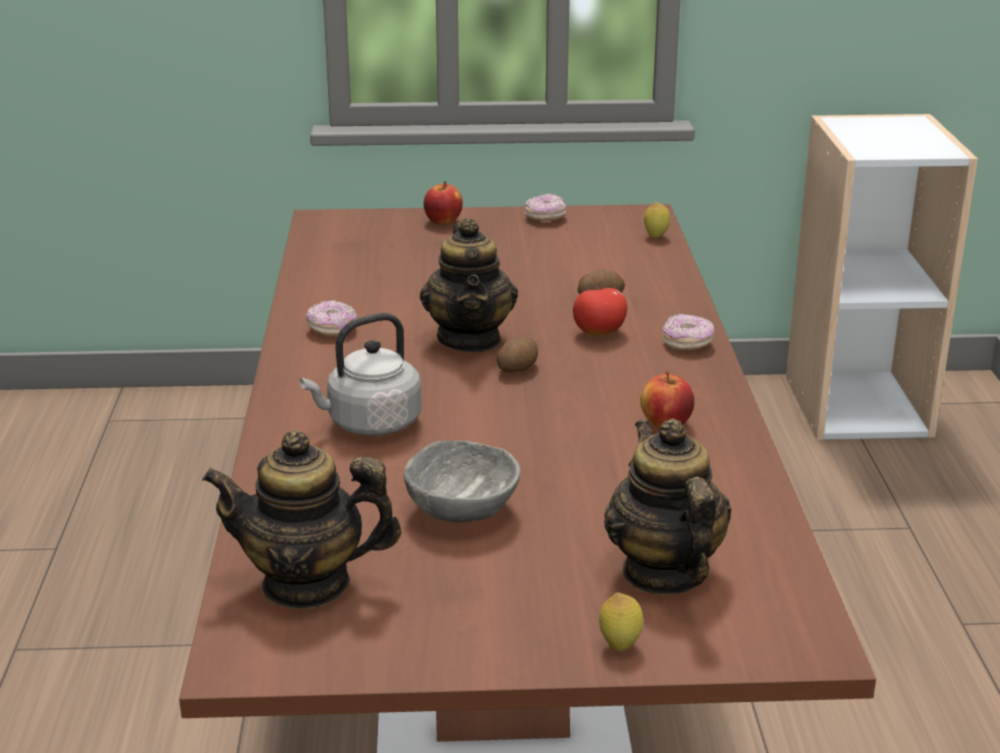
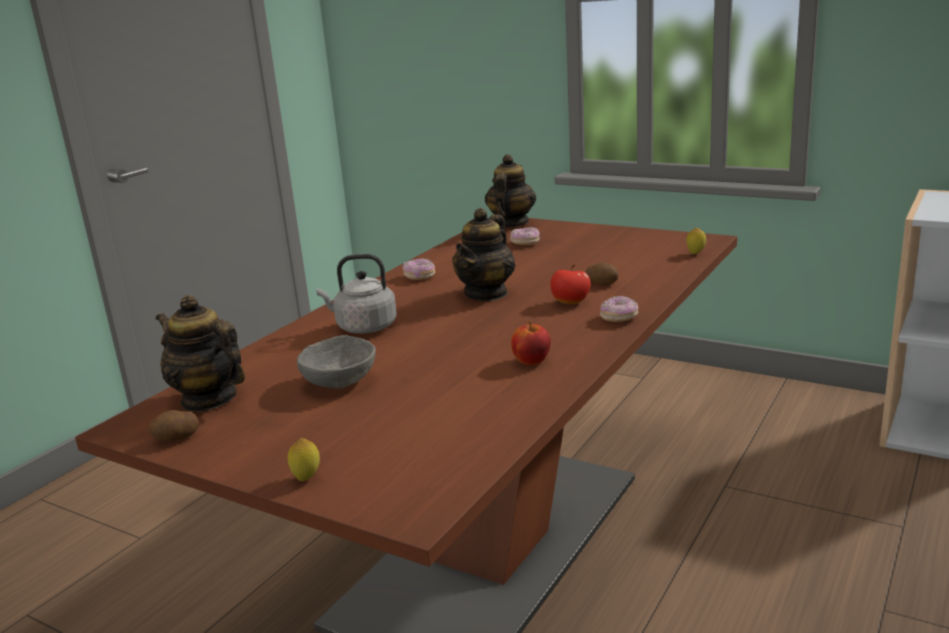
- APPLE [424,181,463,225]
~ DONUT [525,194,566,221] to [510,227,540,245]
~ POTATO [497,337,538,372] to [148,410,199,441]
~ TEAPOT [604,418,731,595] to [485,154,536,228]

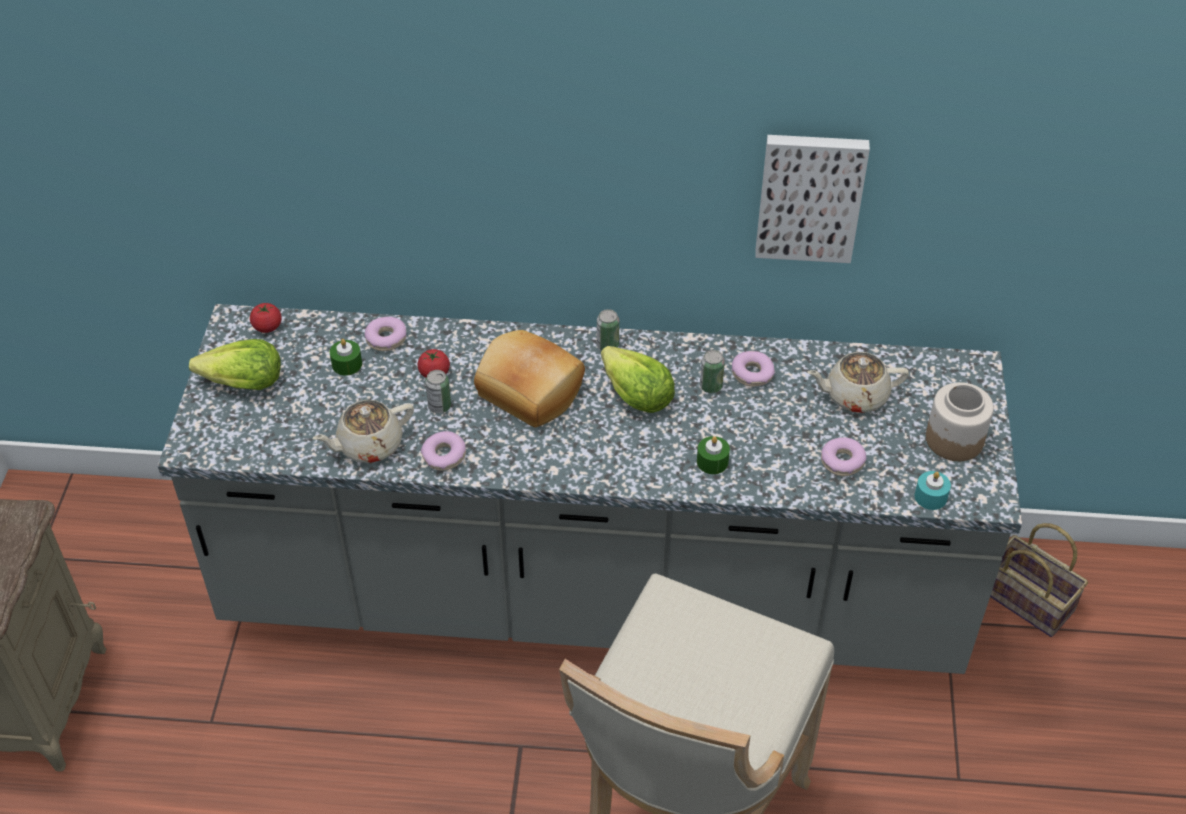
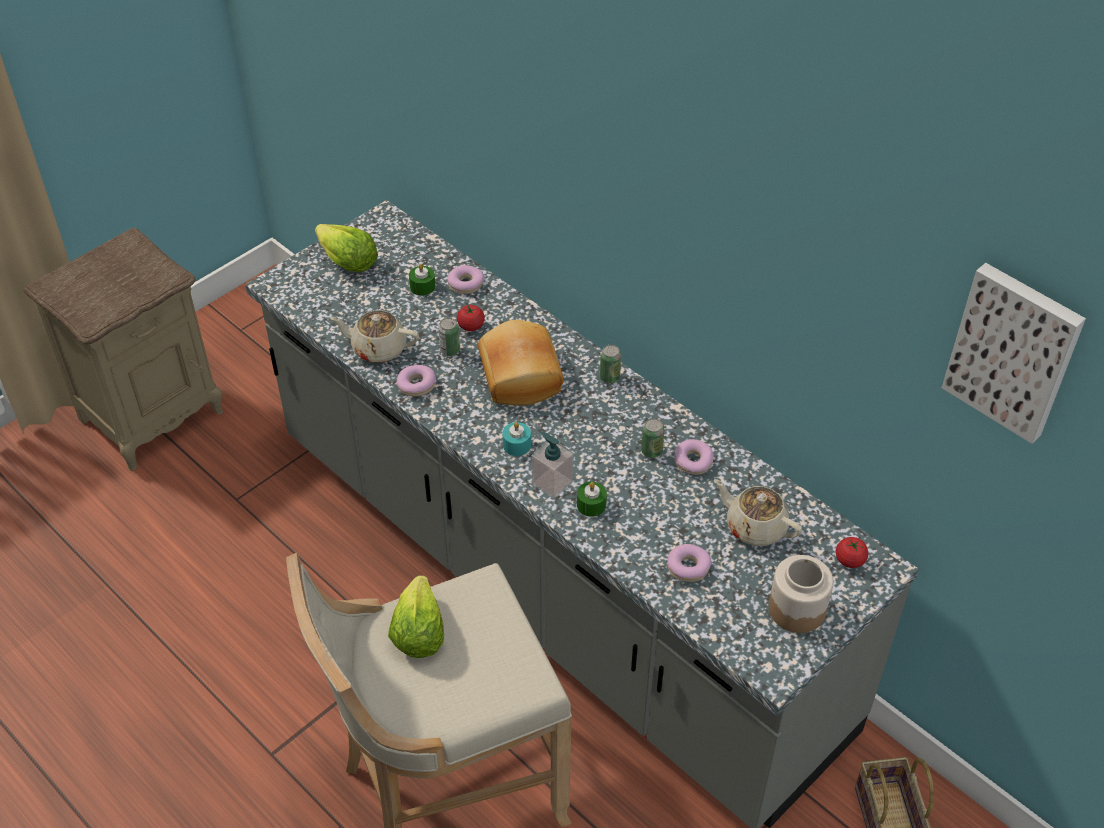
~ PICTURE [755,135,870,263] to [942,263,1086,444]
~ TOMATO [250,303,282,333] to [836,537,868,568]
~ LETTUCE [601,346,675,413] to [388,575,444,658]
~ TURQUOISE CANDLE [914,471,951,510] to [502,422,531,456]
+ SOAP DISPENSER [531,431,574,499]

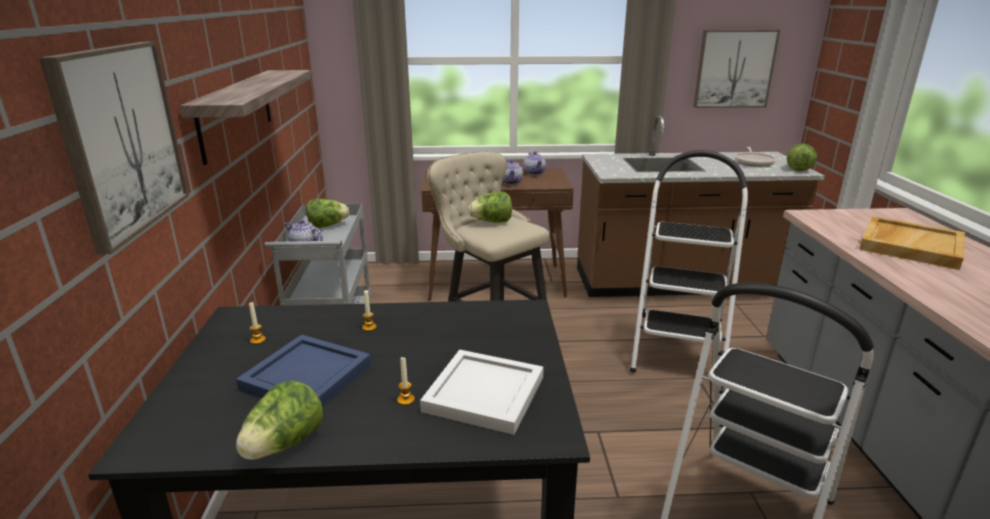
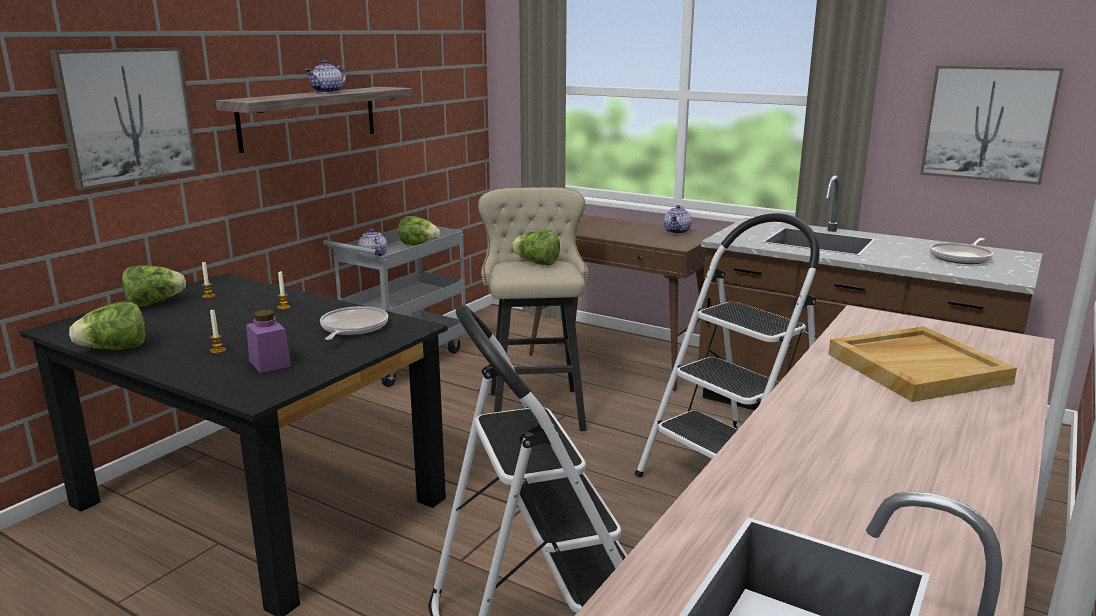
~ LETTUCE [787,144,817,171] to [122,265,186,307]
~ TEAPOT [502,160,523,185] to [305,60,346,93]
- BLUE TRAY [236,335,371,407]
~ WHITE TRAY [420,349,544,435] to PURPLE JAR [246,310,291,373]
+ FRYING PAN [320,306,388,340]

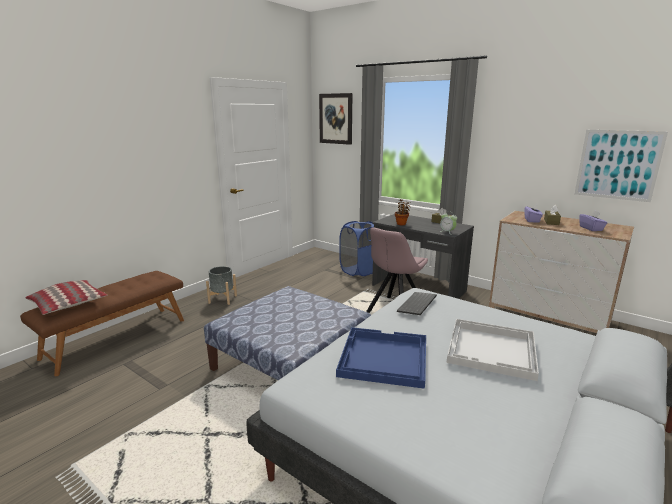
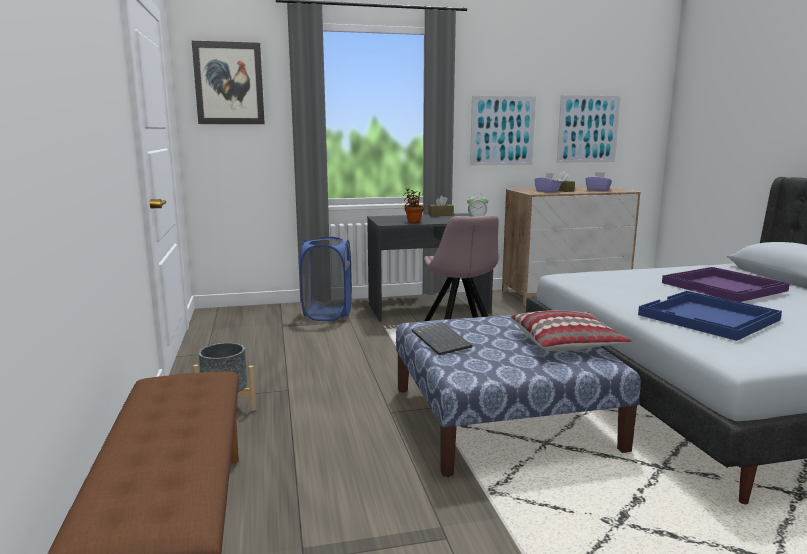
~ PILLOW [25,280,107,315] to [511,310,632,351]
~ KEYBOARD [397,292,437,315] to [411,322,472,355]
~ WHITE TRAY [447,319,539,381] to PURPLE TRAY [662,267,790,302]
+ PICTURE [470,96,536,165]

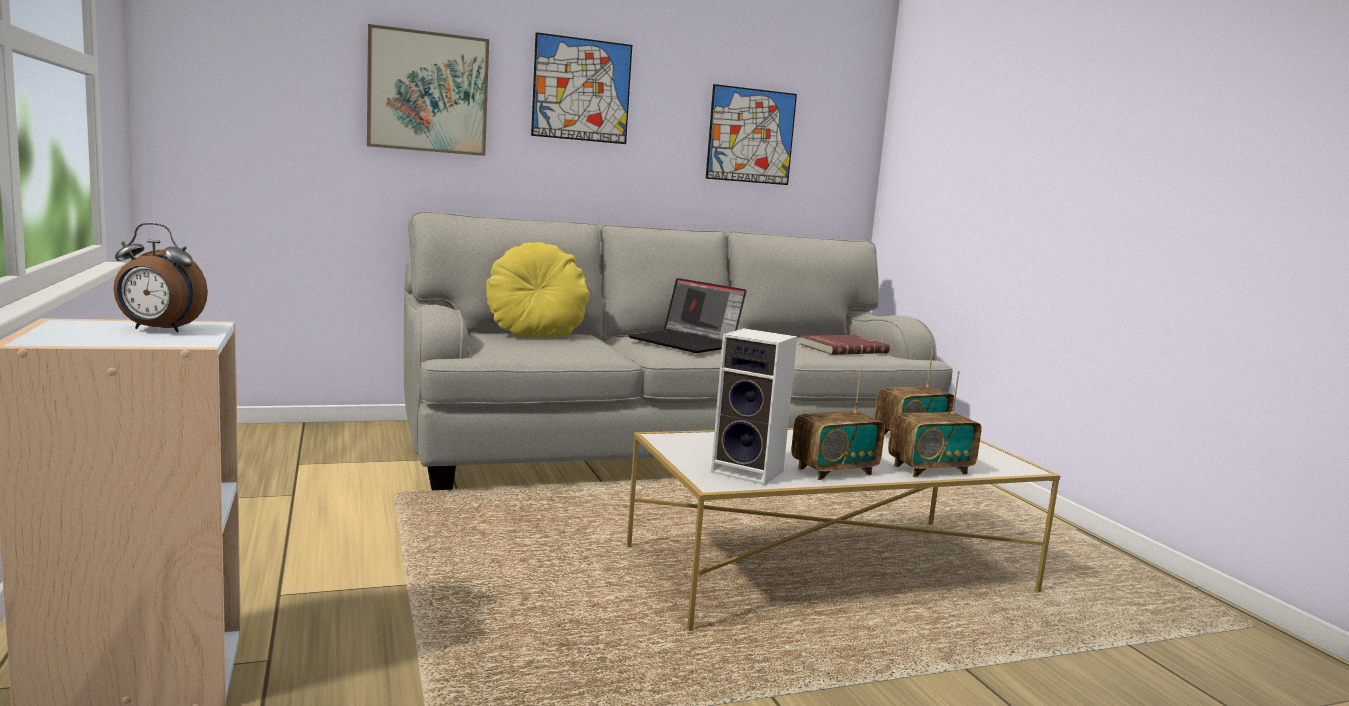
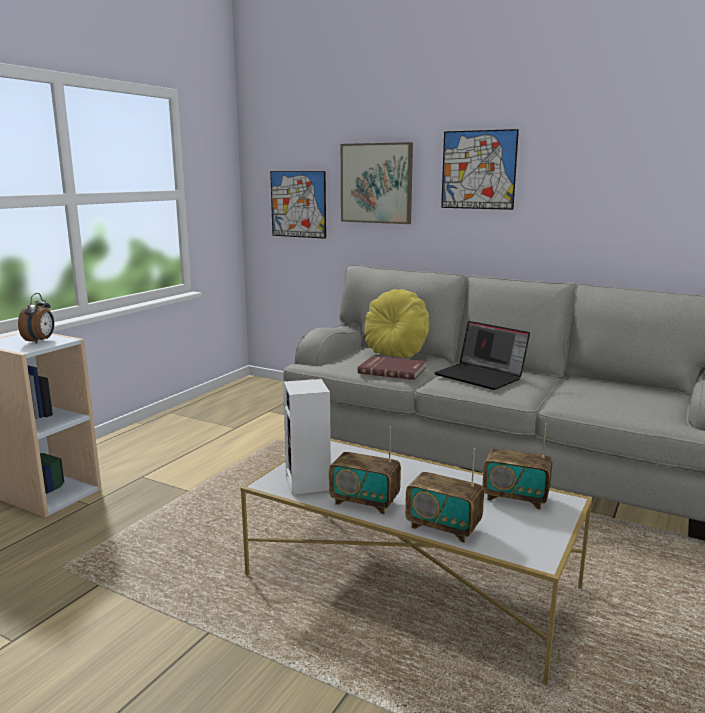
~ PICTURE [706,84,797,185] to [270,171,326,239]
~ ALARM CLOCK [114,223,208,332] = [18,293,54,344] 135 degrees counterclockwise
~ LAPTOP [628,278,746,353] = [434,321,530,390] 45 degrees counterclockwise
~ RED BOOK [799,335,890,355] to [358,356,426,380]

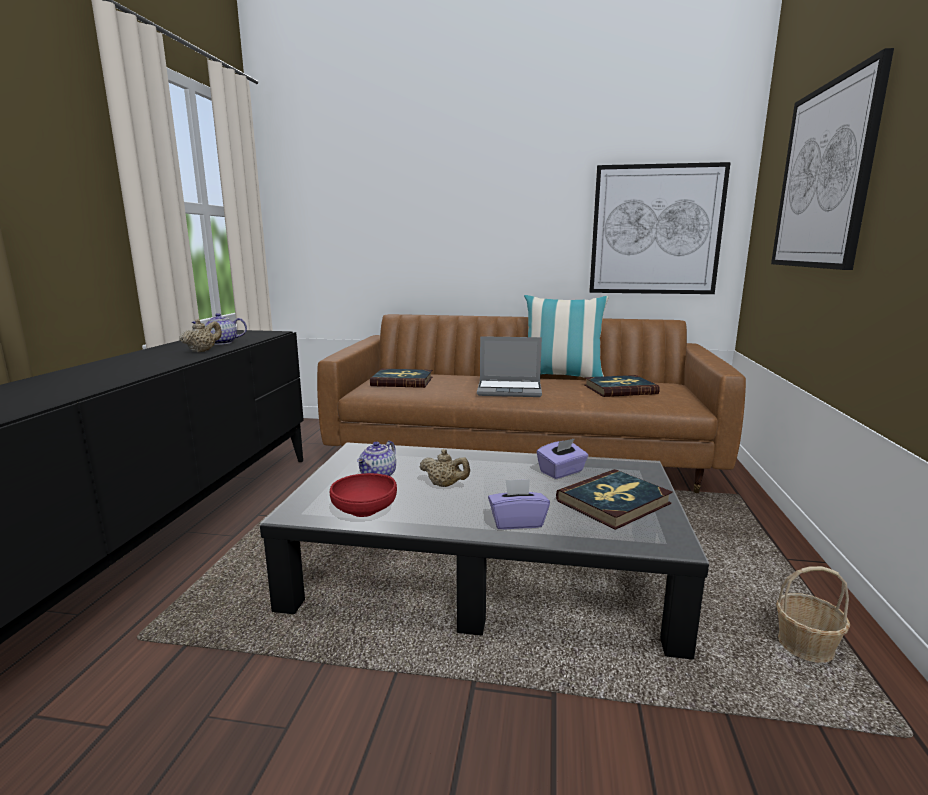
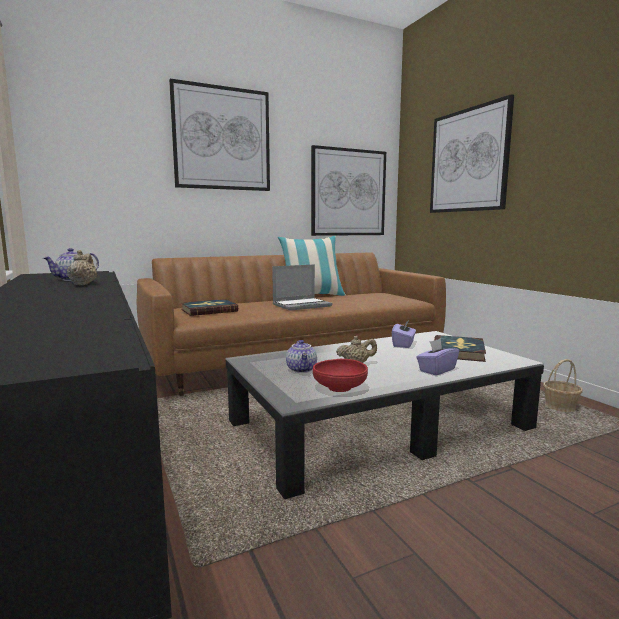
- BOOK [585,375,660,397]
+ PICTURE [169,79,270,191]

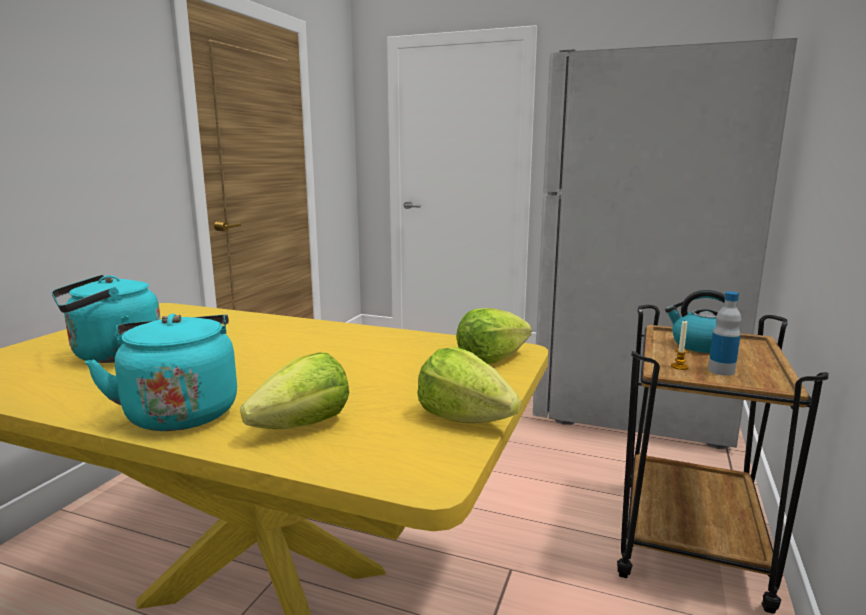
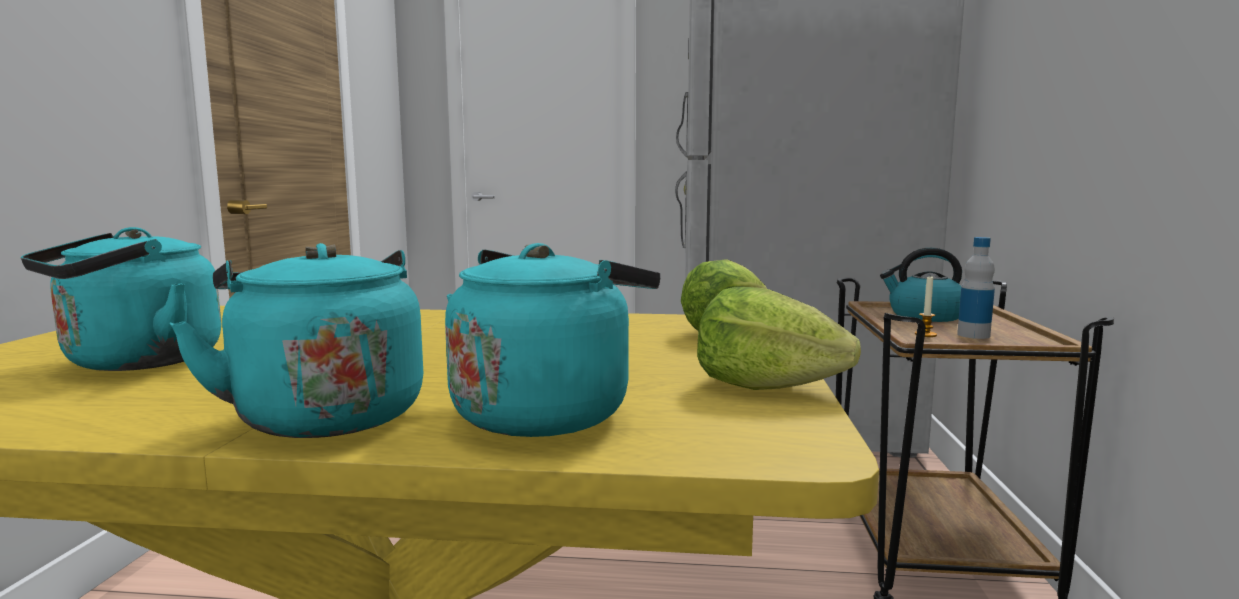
~ LETTUCE [240,352,349,429] to TURQUOISE KETTLE [445,243,660,437]

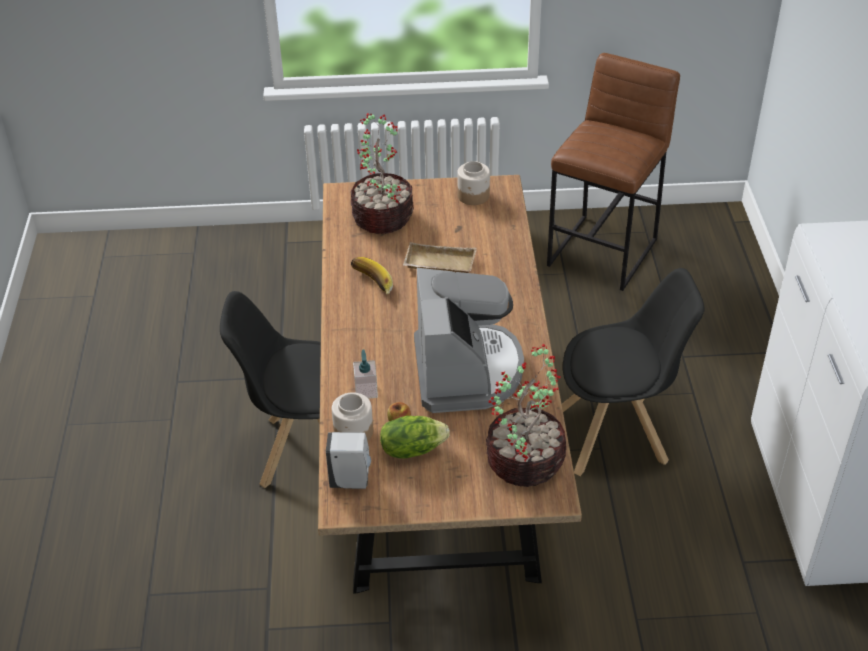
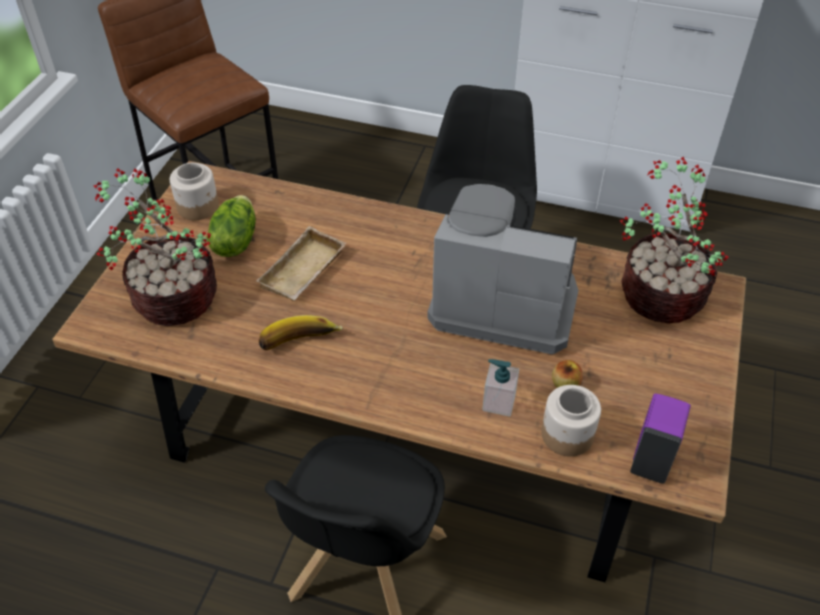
~ LETTUCE [380,416,450,458] to [206,195,256,257]
~ WHITE SOAP DISPENSER [326,432,371,489] to PURPLE SOAP DISPENSER [630,394,691,484]

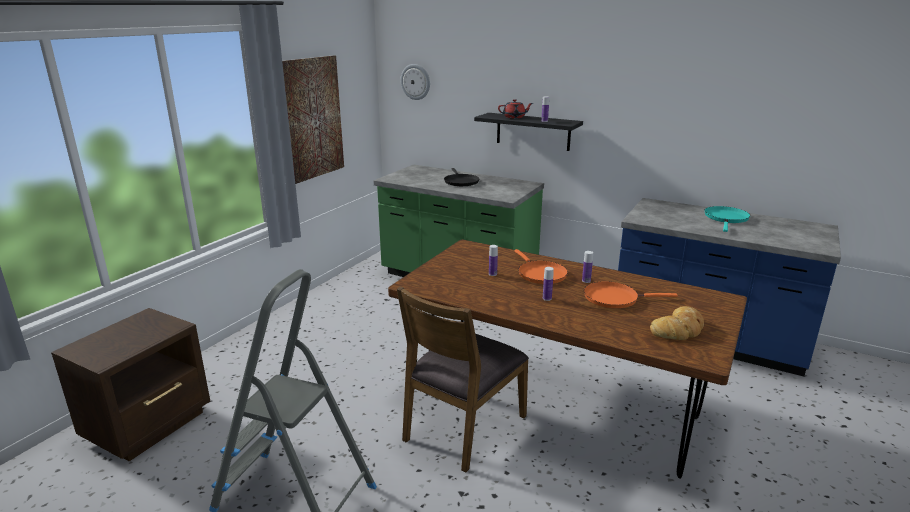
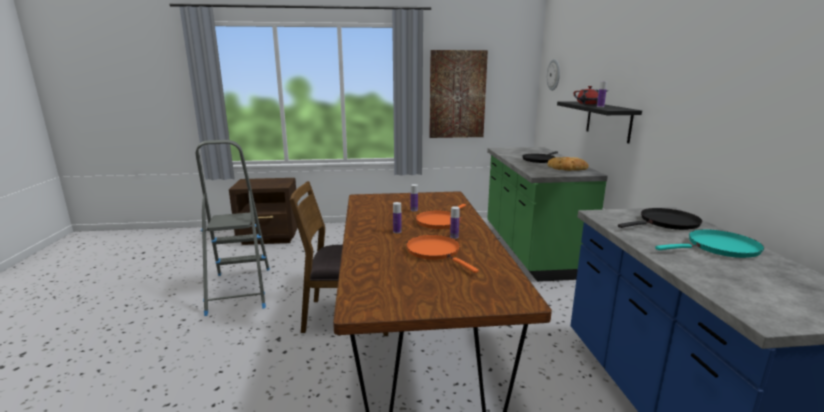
~ BREAD [650,306,704,340] to [547,157,588,171]
+ BLACK FRYING PAN [618,208,702,230]

